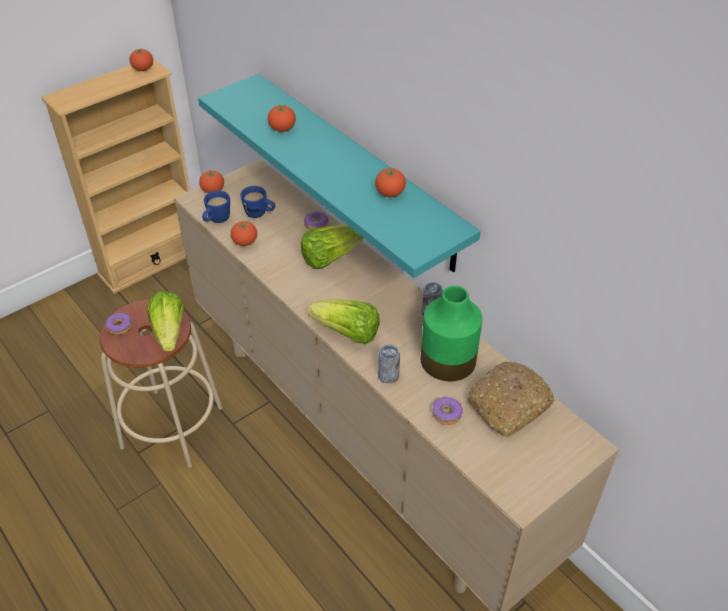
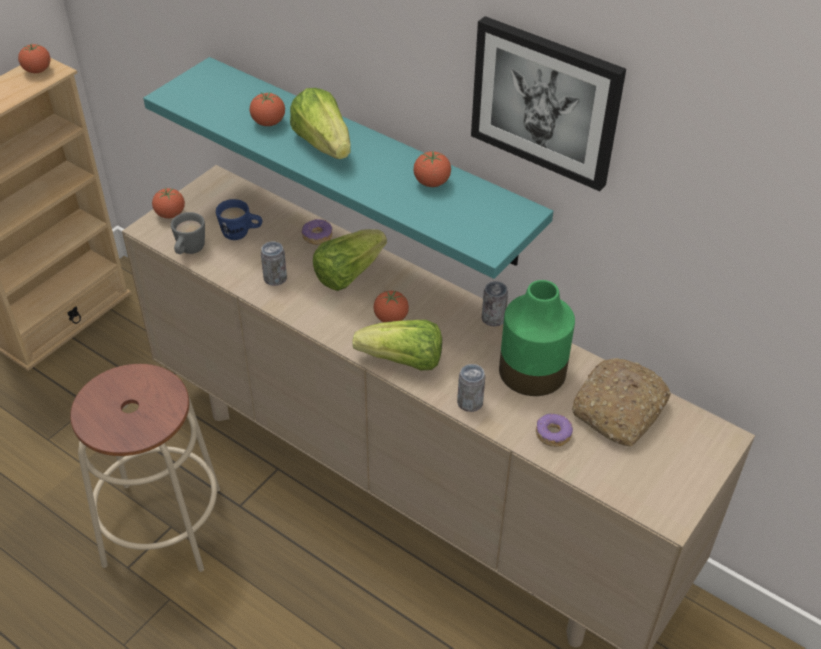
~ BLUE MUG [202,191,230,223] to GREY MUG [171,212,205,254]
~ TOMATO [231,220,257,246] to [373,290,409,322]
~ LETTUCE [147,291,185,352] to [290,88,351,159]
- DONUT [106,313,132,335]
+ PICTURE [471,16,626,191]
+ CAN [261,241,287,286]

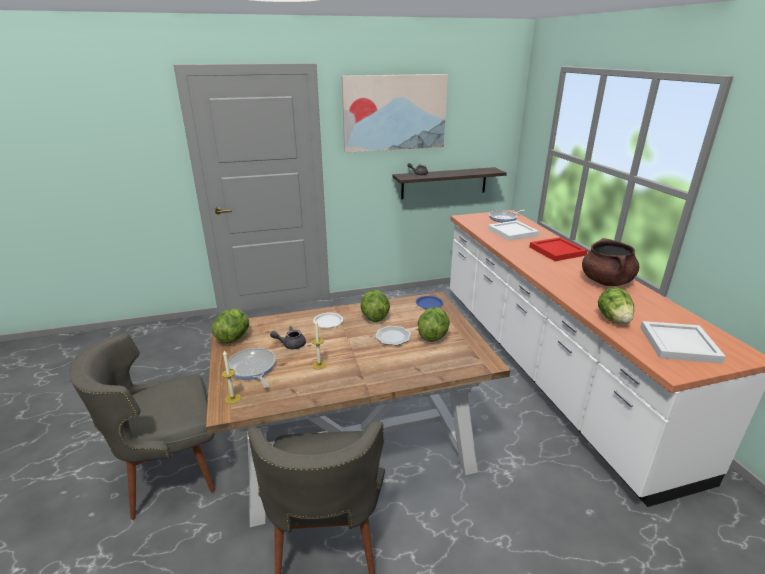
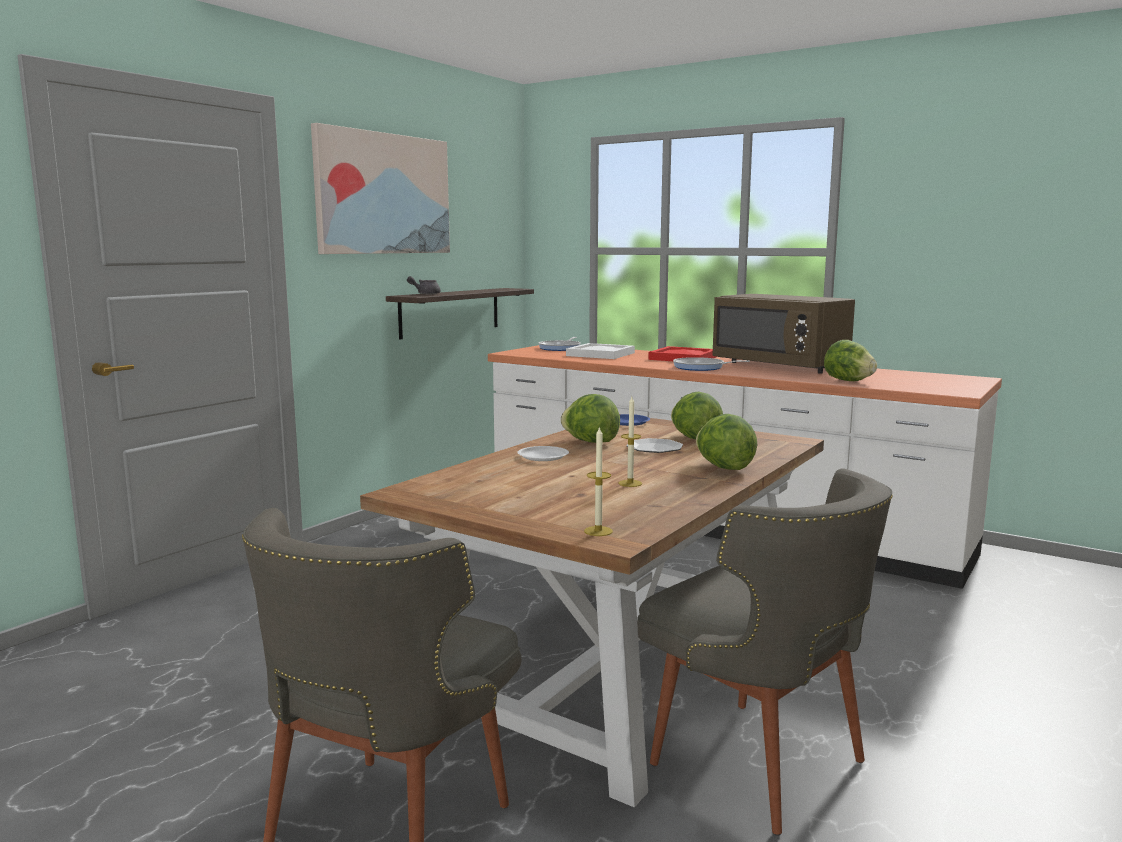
~ BROWN COOKING POT [582,238,639,286] to BROWN MICROWAVE [712,294,855,374]
~ LETTUCE [212,309,249,344] to [696,414,758,470]
- WHITE TRAY [640,321,726,364]
- GREY TEAPOT [270,326,306,349]
~ FRYING PAN [228,348,276,388] to [673,357,750,371]

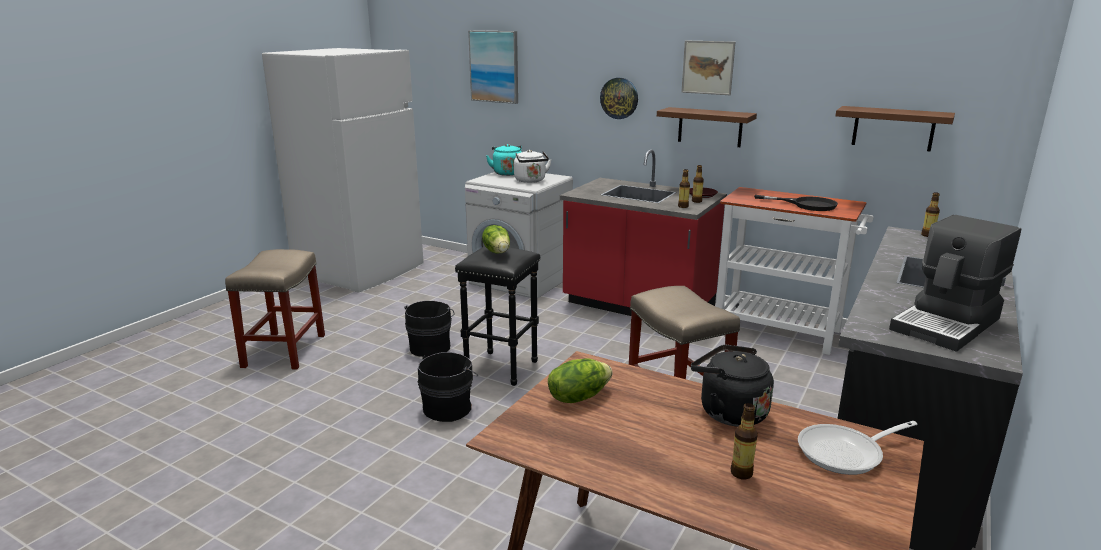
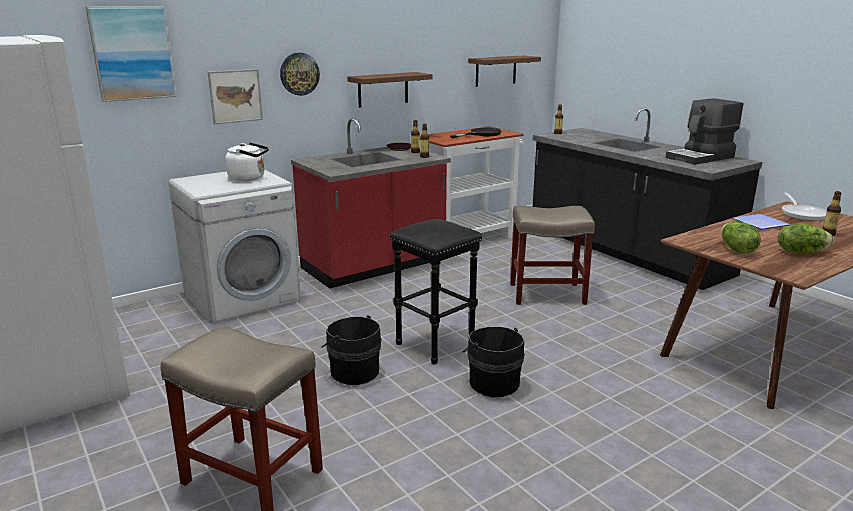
~ PICTURE [682,41,735,95] to [208,69,263,125]
- TURQUOISE KETTLE [486,144,522,176]
~ COFFEE MACHINE [889,215,1021,352] = [666,98,743,165] 75 degrees clockwise
~ LETTUCE [482,225,510,253] to [778,224,834,254]
~ BLACK KETTLE [691,345,774,427] to PLATE [733,214,790,229]

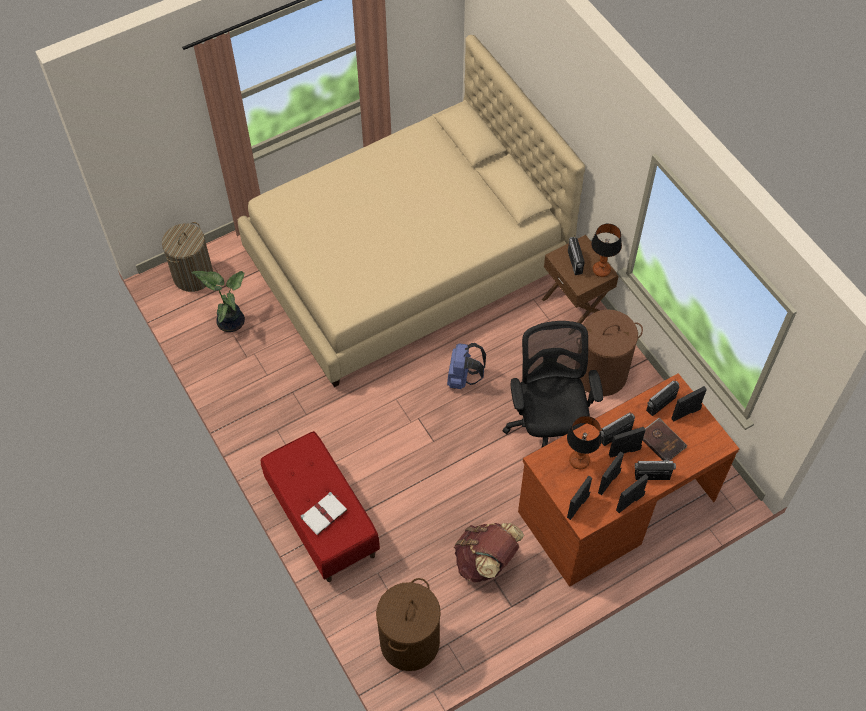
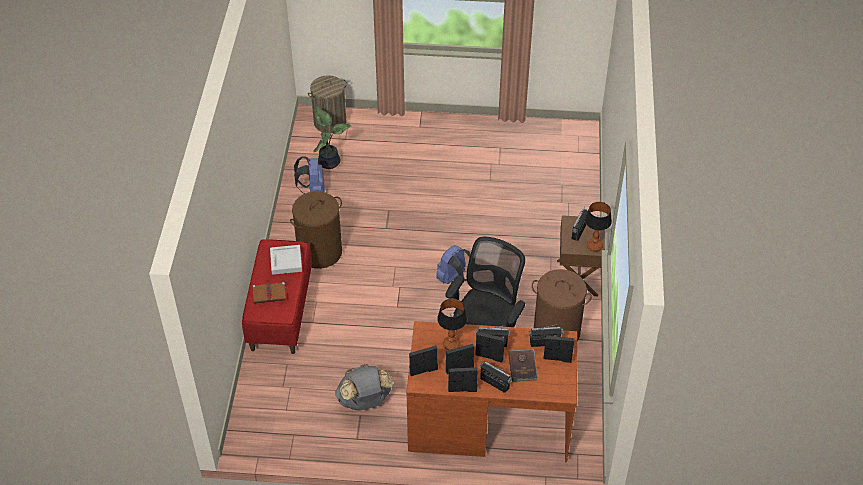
- BEIGE BED [238,35,585,387]
~ WHITE BOOK [300,492,347,535] to BROWN BOOK [253,282,288,303]
~ BROWN BACKPACK [454,523,524,583] to GREY BACKPACK [335,364,393,411]
~ BROWN LAUNDRY BASKET [376,578,441,671] to [290,191,342,269]
+ BLUE BACKPACK [294,156,325,194]
+ GREY TRAY [270,245,302,275]

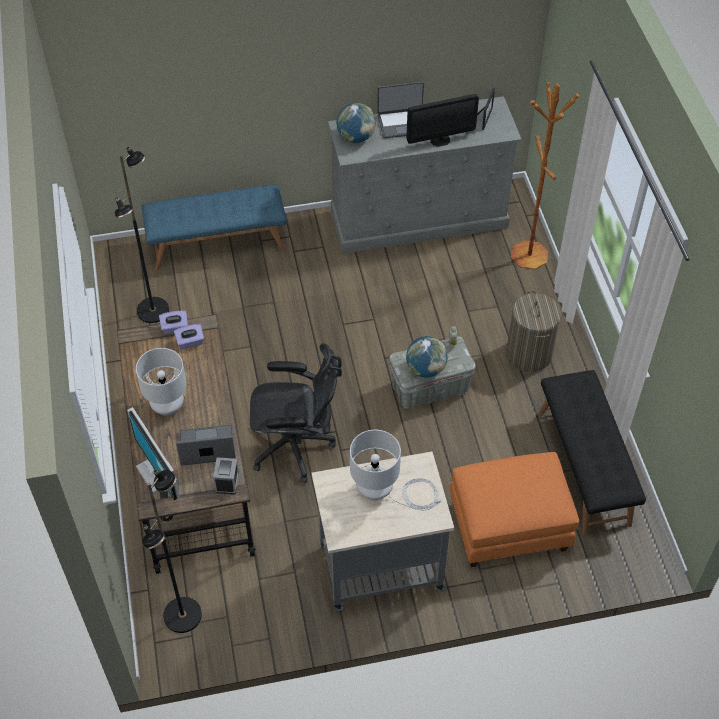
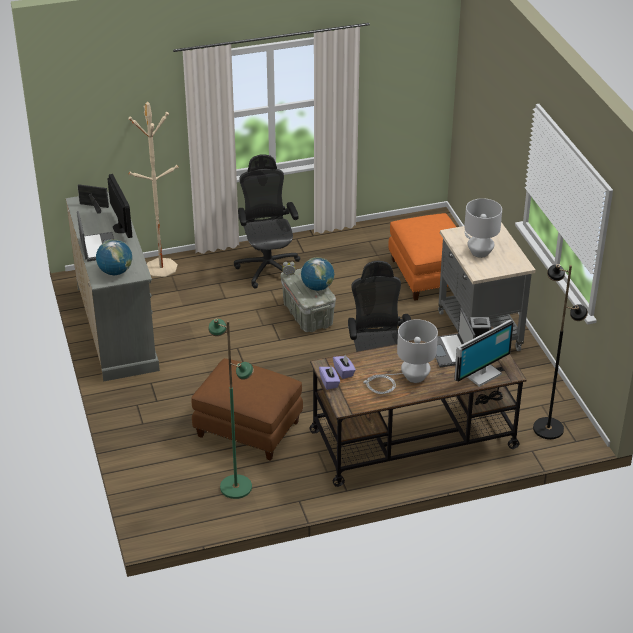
~ ORANGE CLOTHES RACK [511,82,580,269] to BEIGE CLOTHES RACK [128,102,179,277]
~ BLACK FLOOR LAMP [115,147,169,323] to GREEN FLOOR LAMP [208,319,254,499]
- BLUE BENCH [142,184,287,271]
~ LAUNDRY BASKET [506,291,561,372] to OFFICE CHAIR [234,154,300,288]
- BLACK BENCH [539,370,646,535]
+ BROWN OTTOMAN [191,358,303,461]

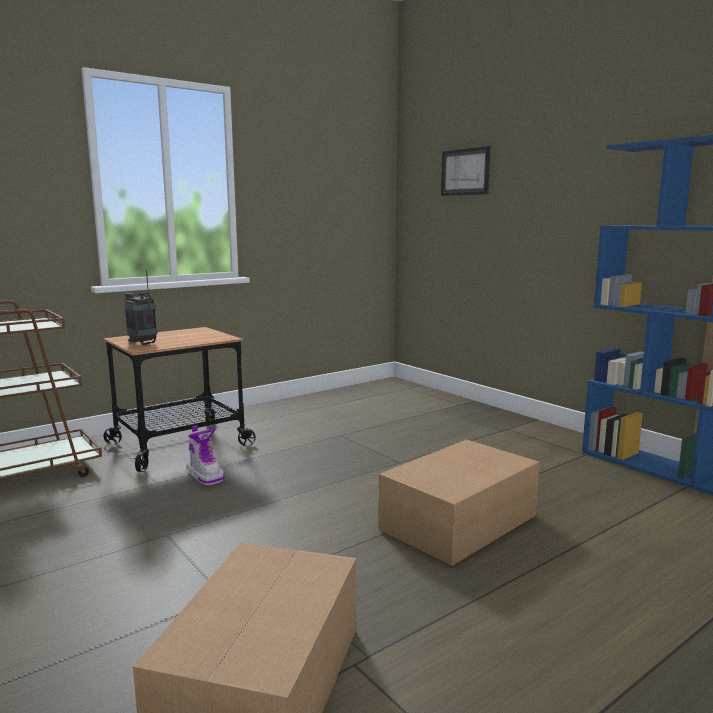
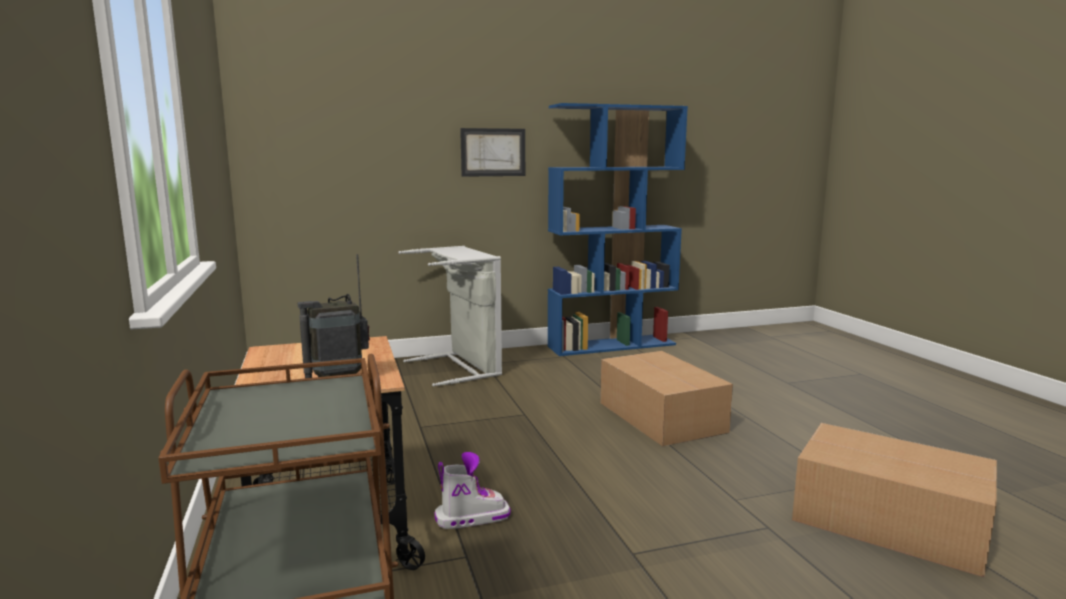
~ PICTURE [441,146,490,196] to [460,128,525,177]
+ GREY LAUNDRY BASKET [398,246,502,387]

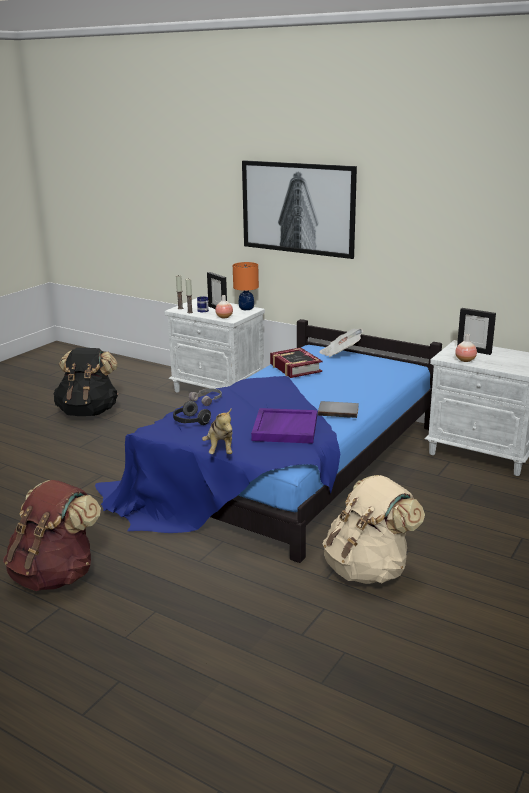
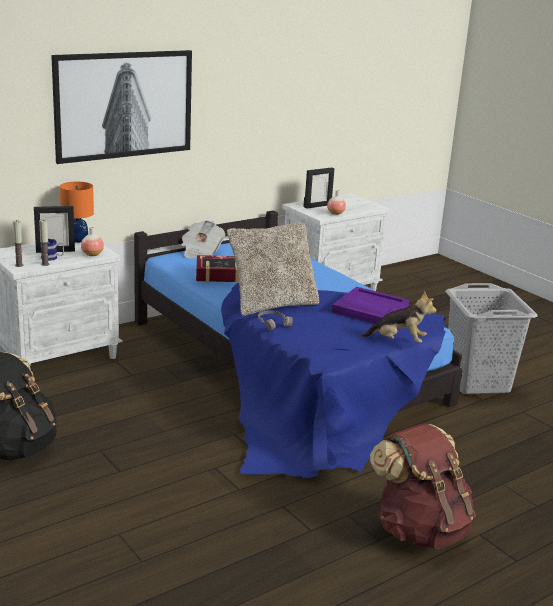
- HEADPHONES [173,401,211,425]
- GREY BOOK [318,401,359,418]
~ BEIGE BACKPACK [323,475,425,584] to GREY LAUNDRY BASKET [445,283,538,394]
+ BEIGE PILLOW [227,222,319,316]

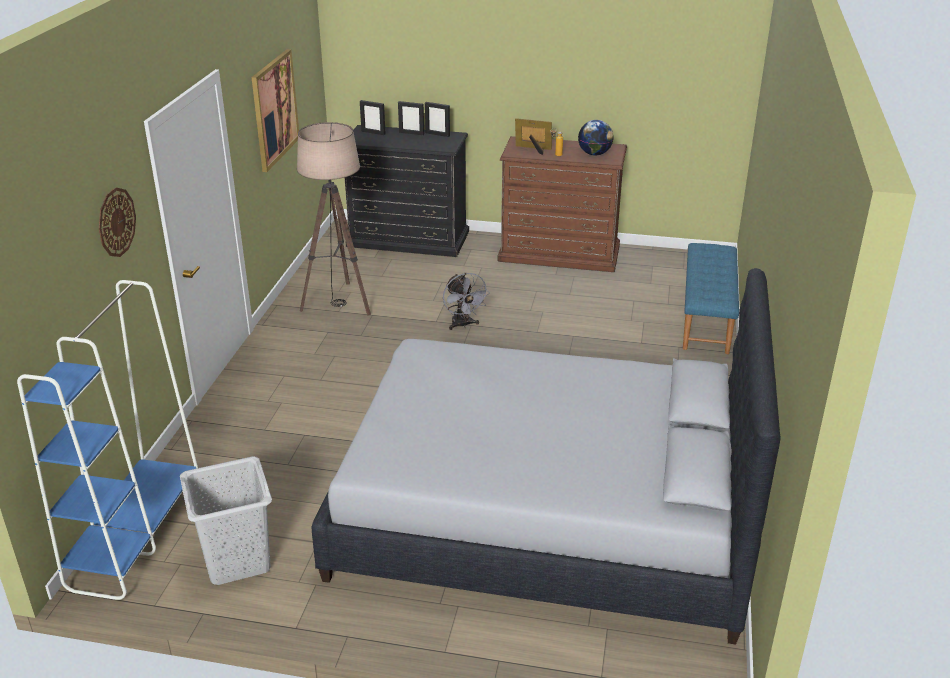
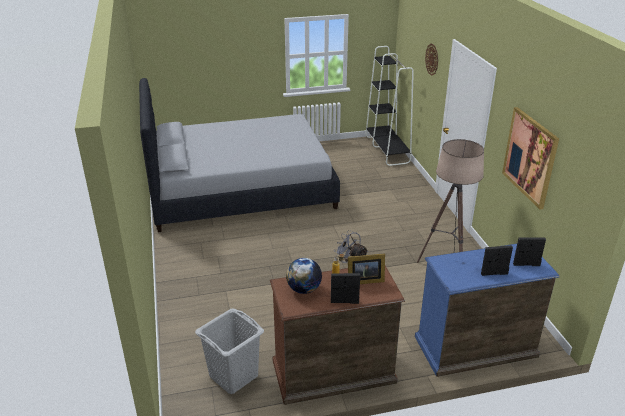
~ PICTURE FRAME [425,102,450,137] to [331,273,360,304]
~ BLACK DRESSER [345,125,469,257] to BLUE DRESSER [415,244,560,377]
- BLUE BENCH [683,243,739,354]
~ BLUE CLOTHES RACK [17,280,198,600] to BLACK CLOTHES RACK [365,46,414,166]
~ GREY LAUNDRY BASKET [180,456,272,585] to [195,309,264,394]

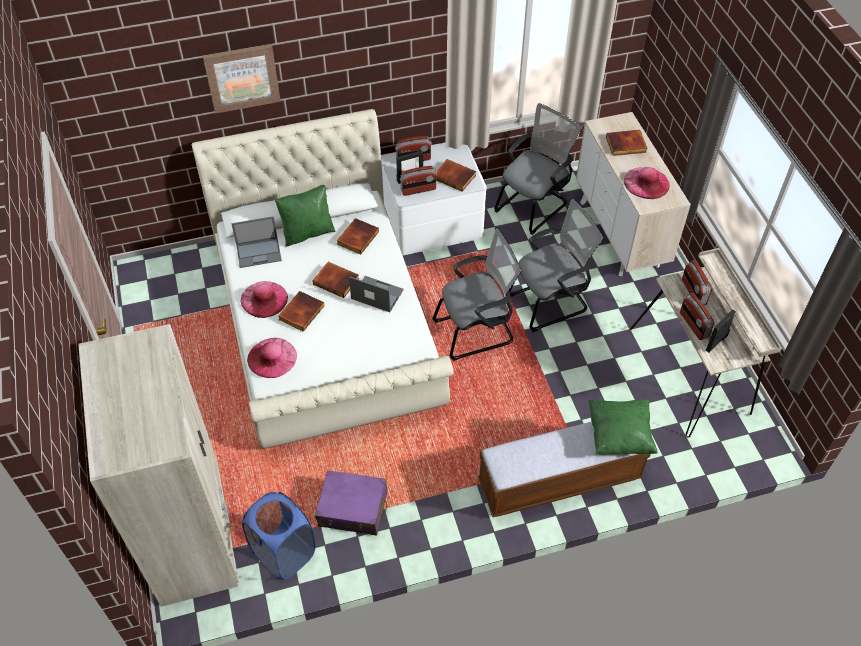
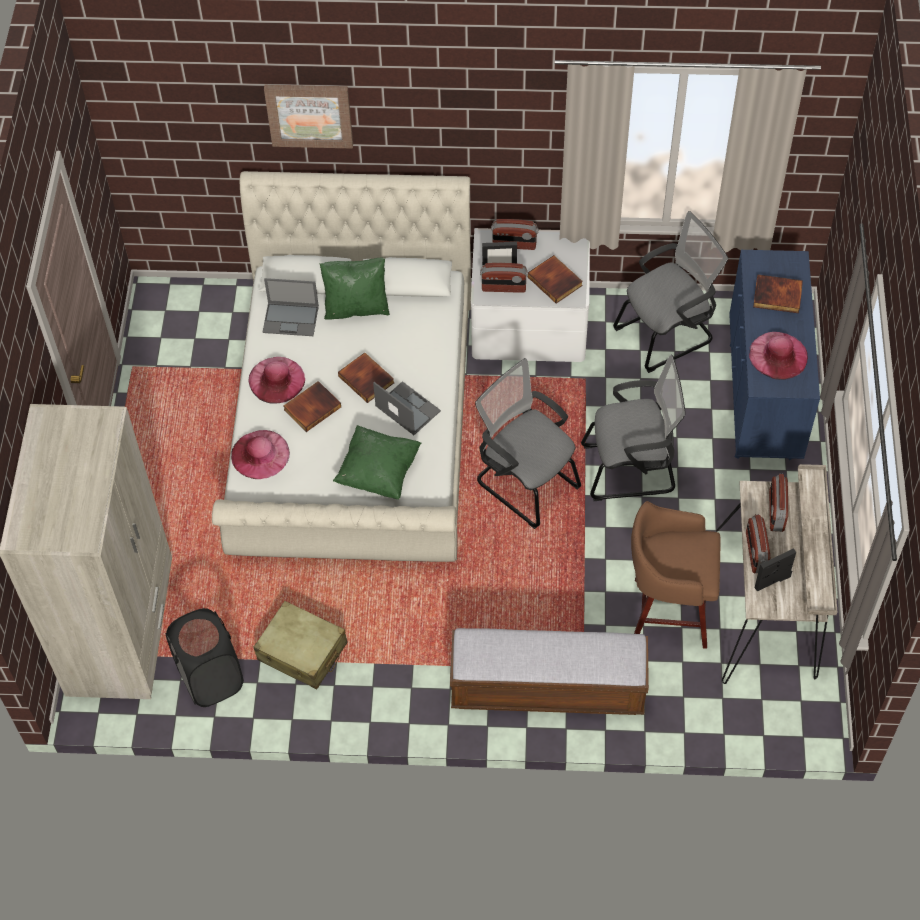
~ WHITE DRESSER [576,112,691,276] to BLUE DRESSER [729,250,820,460]
- BOOK [337,218,379,254]
~ CHAIR [433,229,521,361] = [475,358,581,529] 135 degrees counterclockwise
~ GREEN PILLOW [589,400,658,454] to [333,425,421,500]
~ PURPLE SUITCASE [315,470,388,535] to BEIGE SUITCASE [254,601,347,689]
~ BLUE LAUNDRY BASKET [242,492,316,579] to BLACK LAUNDRY BASKET [166,608,244,707]
+ BROWN STOOL [631,501,721,649]

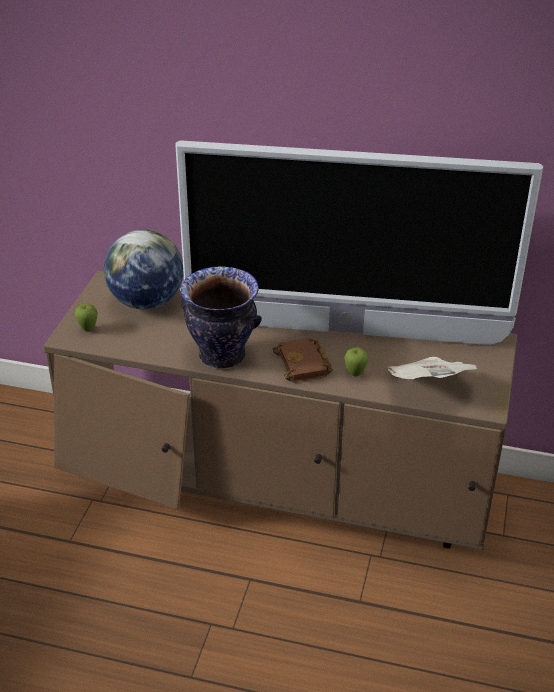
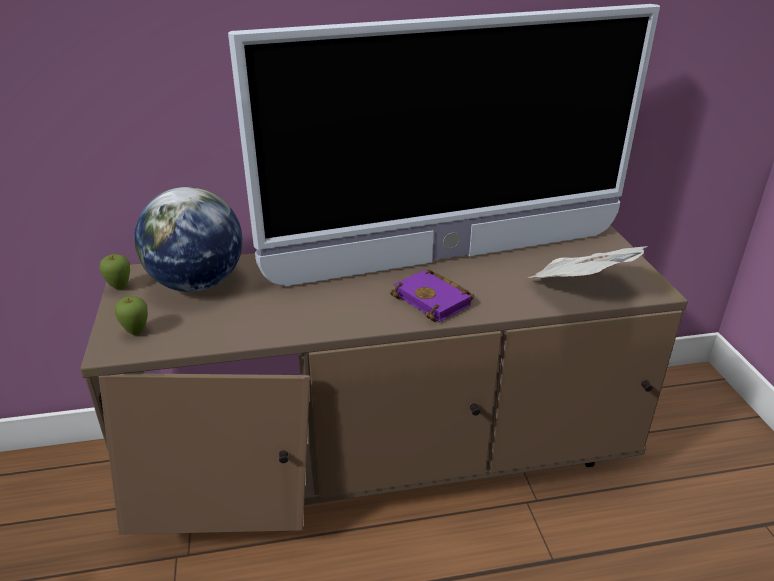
- VASE [180,267,262,368]
~ BROWN BOOK [273,338,333,382] to PURPLE BOOK [390,270,474,322]
~ APPLE [344,347,369,377] to [99,254,130,289]

